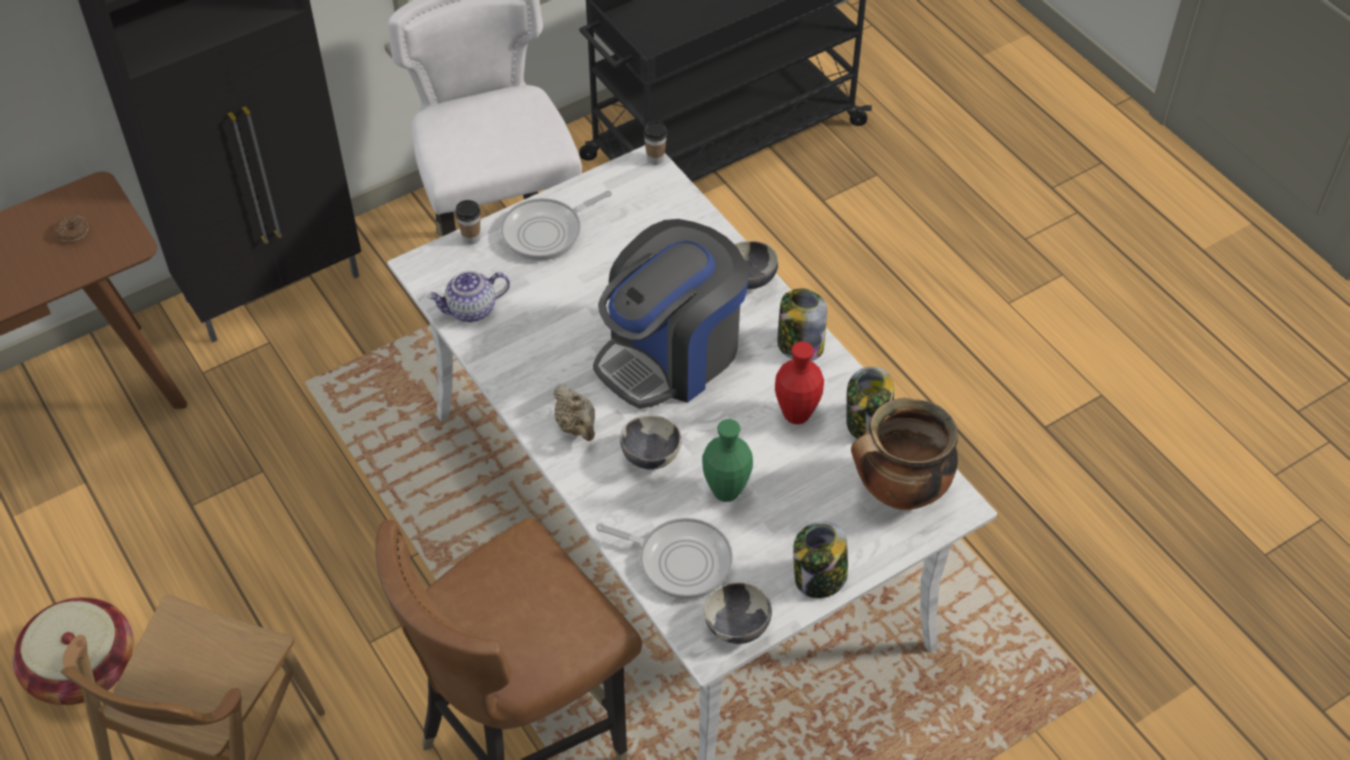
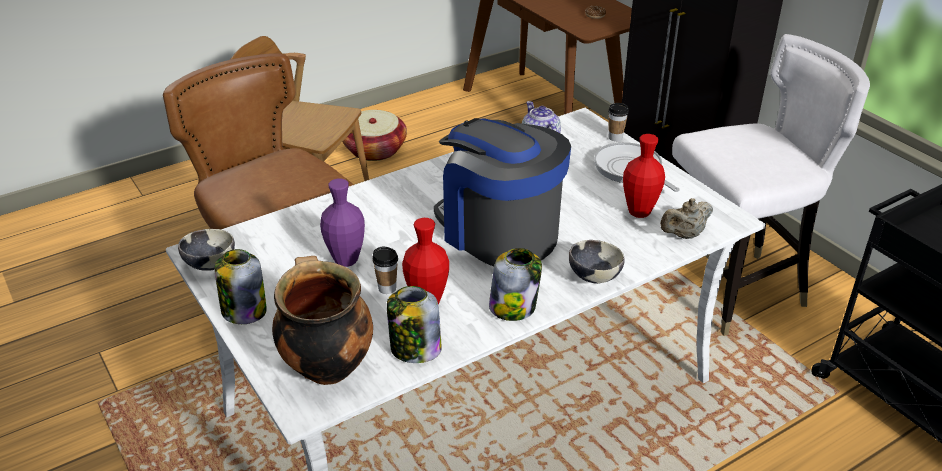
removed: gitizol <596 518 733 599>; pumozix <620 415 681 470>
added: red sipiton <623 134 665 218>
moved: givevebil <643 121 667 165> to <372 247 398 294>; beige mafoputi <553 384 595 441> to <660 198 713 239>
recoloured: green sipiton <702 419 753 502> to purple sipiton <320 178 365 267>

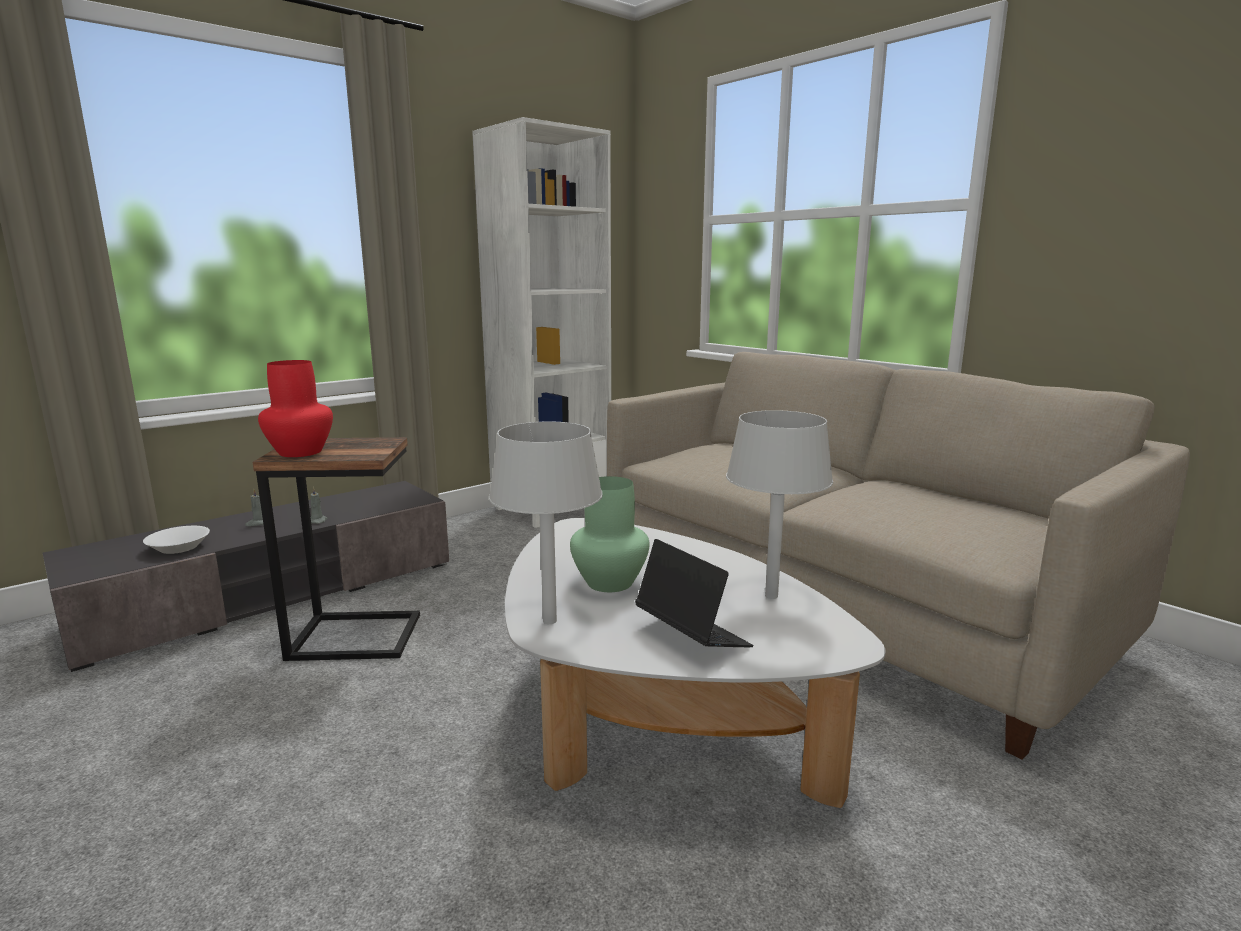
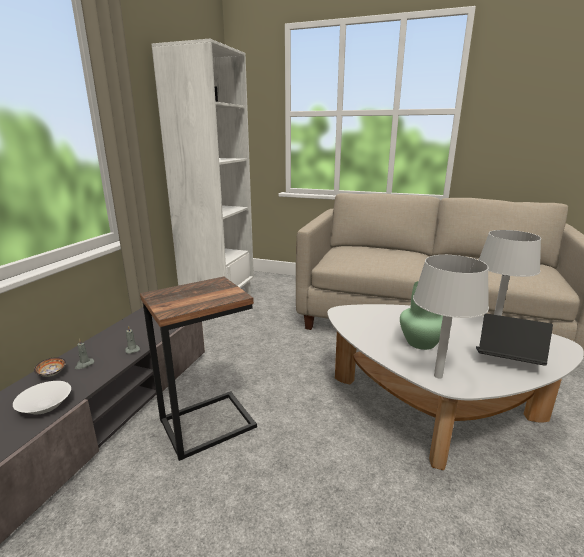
removed: red sipiton <258 360 333 457>
added: pumozix <34 357 66 377>

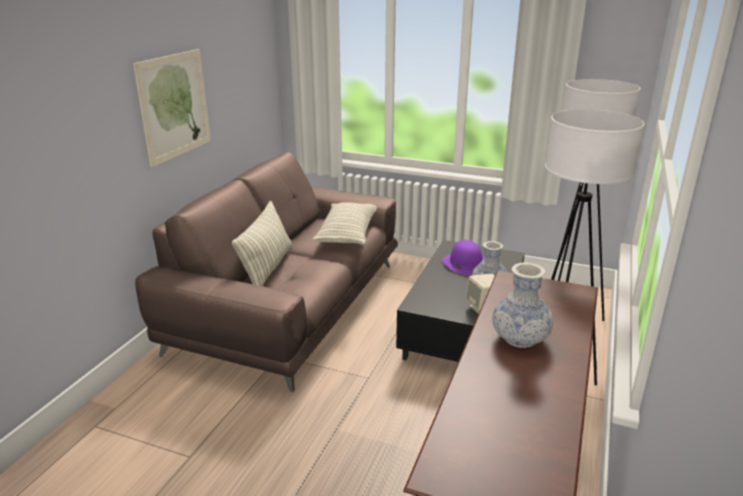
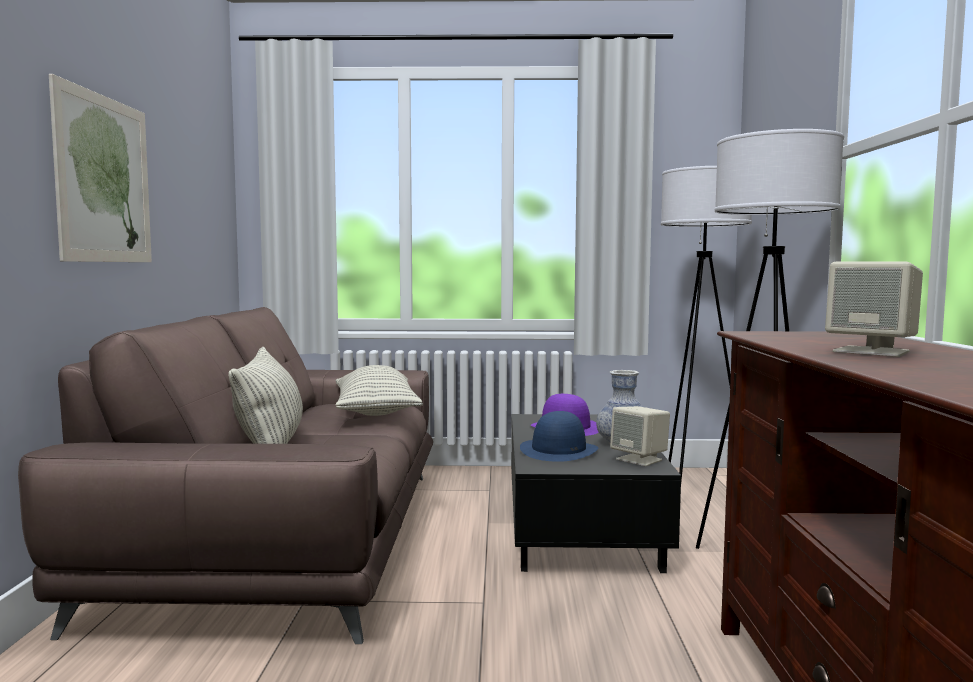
added: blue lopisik <520 411 598 462>
replaced: sipiton <493 262 553 348> to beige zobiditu <825 261 923 357>

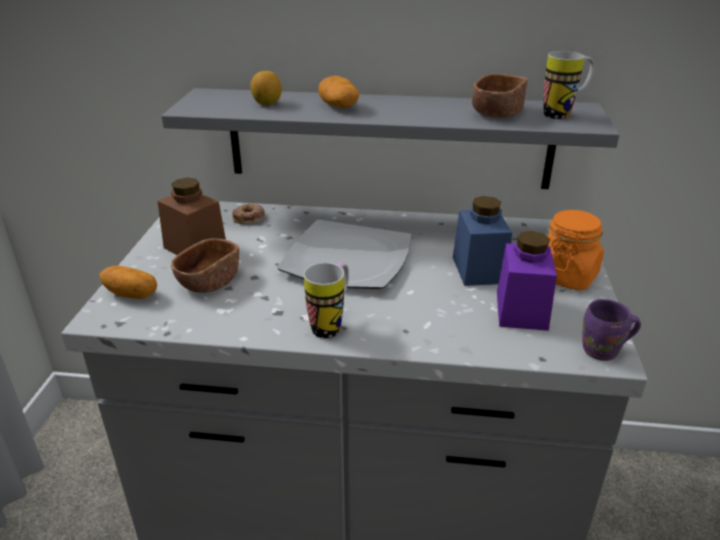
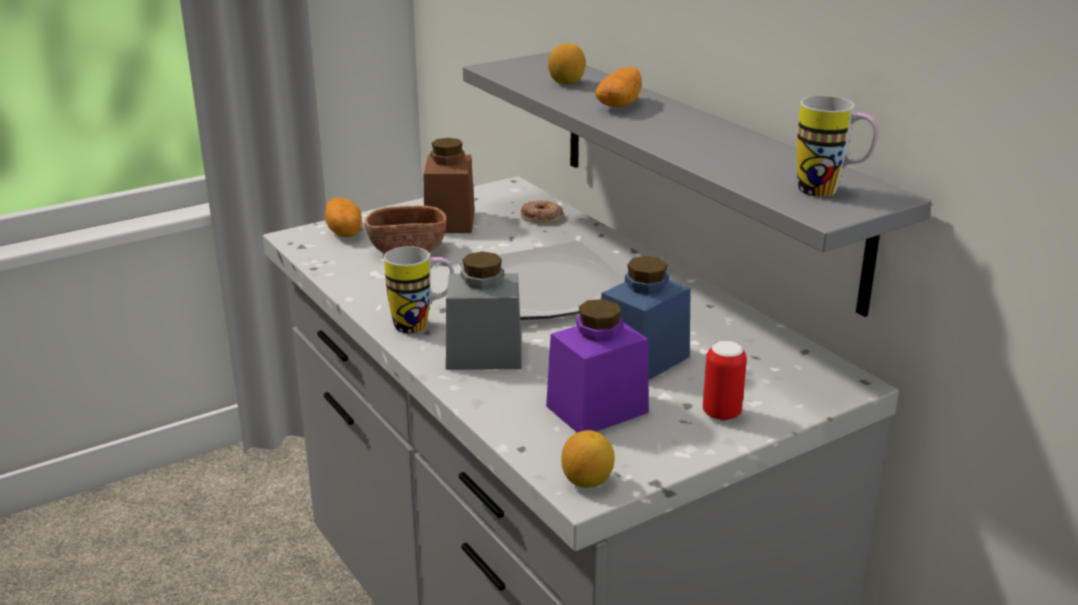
removed: brown pumozix <472 73 528 118>
added: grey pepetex <446 251 522 370>
replaced: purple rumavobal <582 299 641 361> to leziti <561 430 615 488>; orange pepetex <547 210 604 290> to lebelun <703 341 747 421>

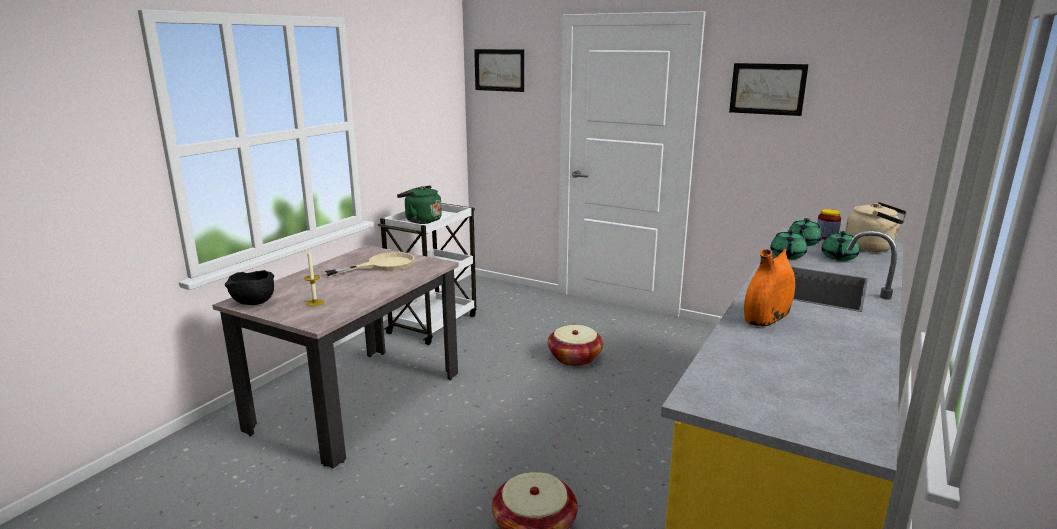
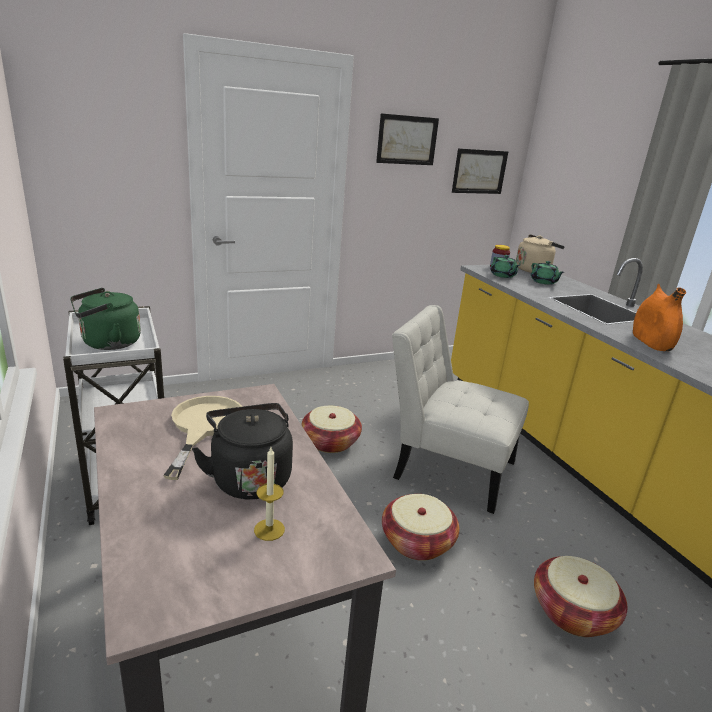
removed: black pumozix <225 270 274 305>; green mafoputi <770 229 807 259>
added: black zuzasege <192 403 293 500>; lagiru <382 494 459 561>; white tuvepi <392 305 529 514>
moved: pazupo <474 49 524 92> to <452 148 508 194>

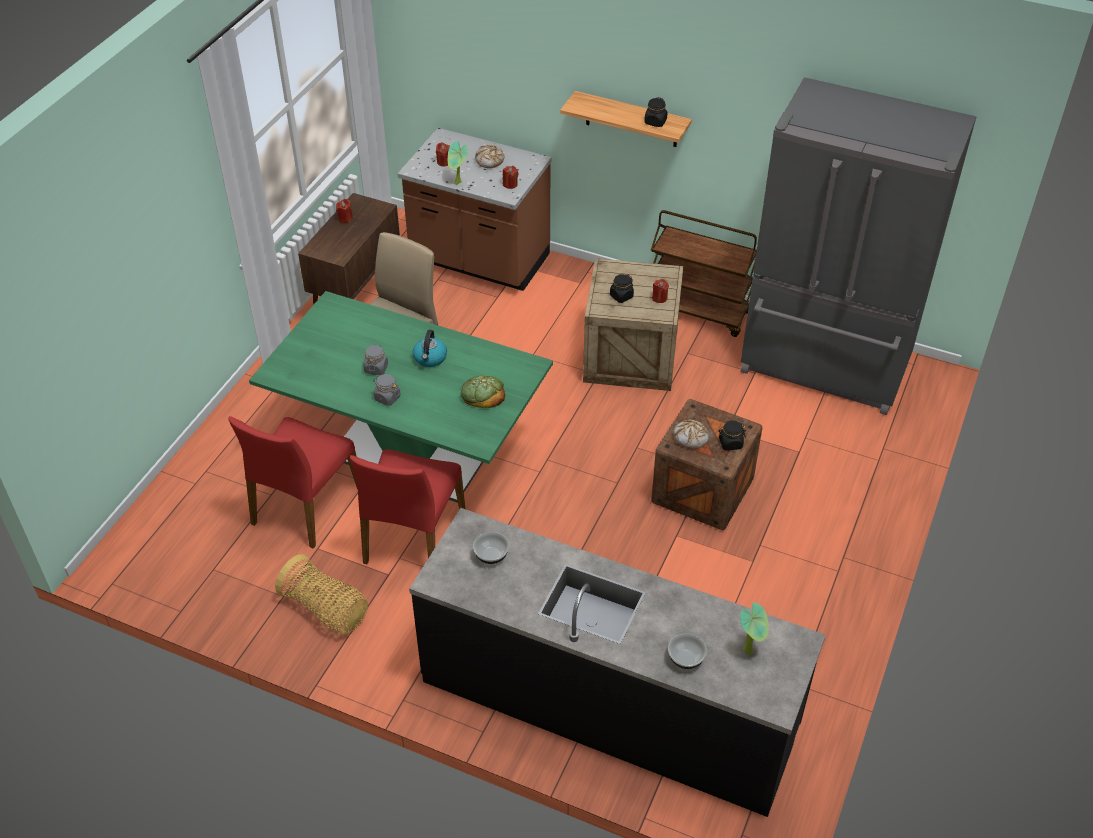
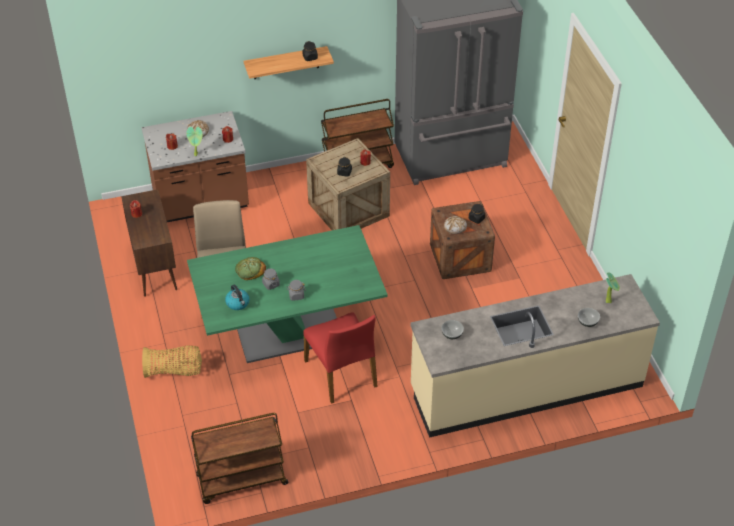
removed: red tuvepi <228 416 358 549>
added: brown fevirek <191 413 288 504>
moved: lagiru <275 554 368 635> to <142 345 202 378>; zuzasege <413 330 447 367> to <225 284 250 310>; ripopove <460 376 505 408> to <235 257 266 280>
recoloured: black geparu <409 508 826 817> to beige geparu <410 274 660 438>

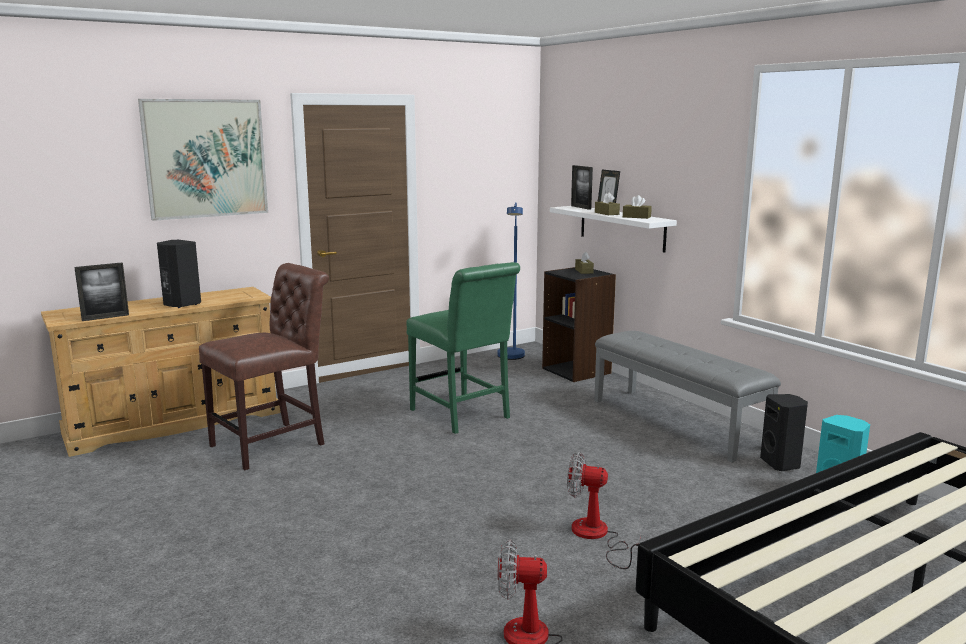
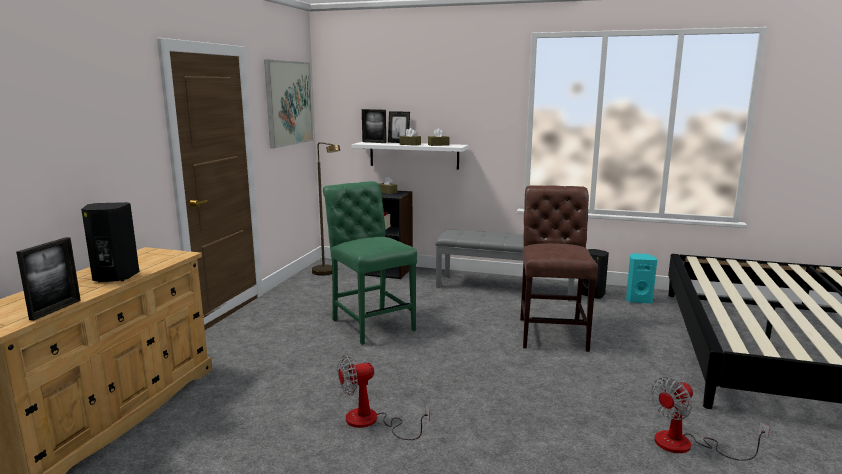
moved: pazupo <138 99 268 221> to <264 59 314 148>; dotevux <567 452 641 569> to <337 355 430 440>; brown tuvepi <199 263 329 470> to <520 186 598 352>
recoloured: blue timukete <497 202 525 360> to brown timukete <312 142 340 276>
turned: green tuvepi <406 262 520 434> = <323 181 417 345> 135 degrees counterclockwise

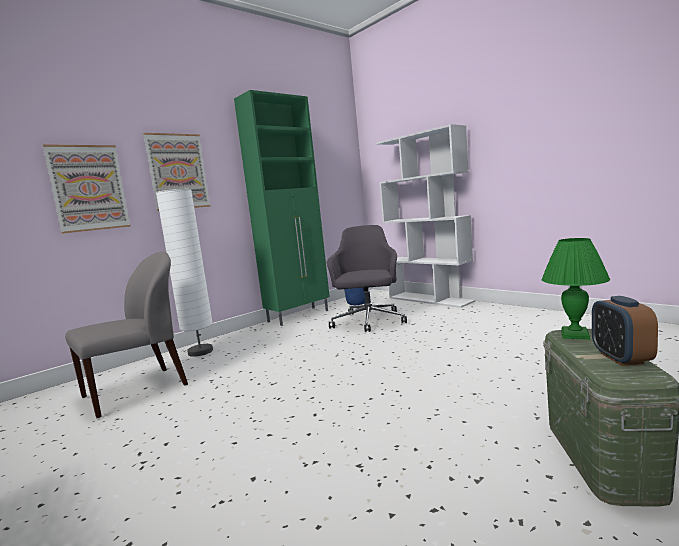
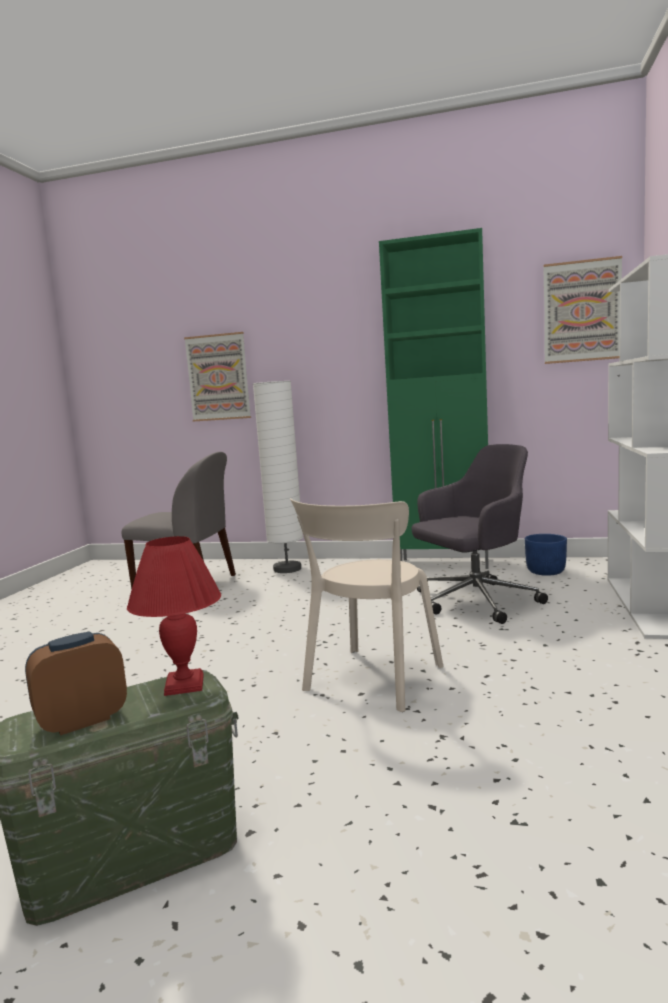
added: beige tuvepi <290 498 444 712>
moved: pazupo <143 133 211 211> to <544 256 622 364>
recoloured: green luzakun <541 238 610 340> to red luzakun <127 536 221 696>

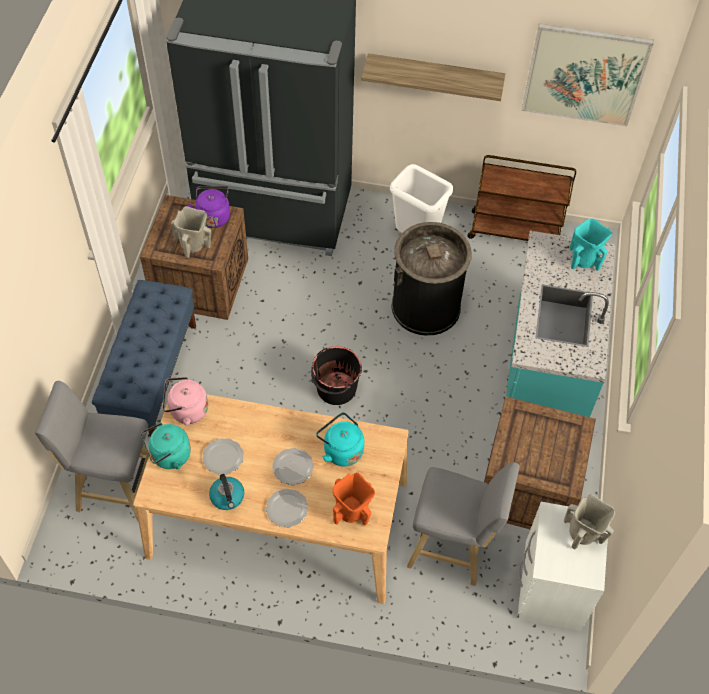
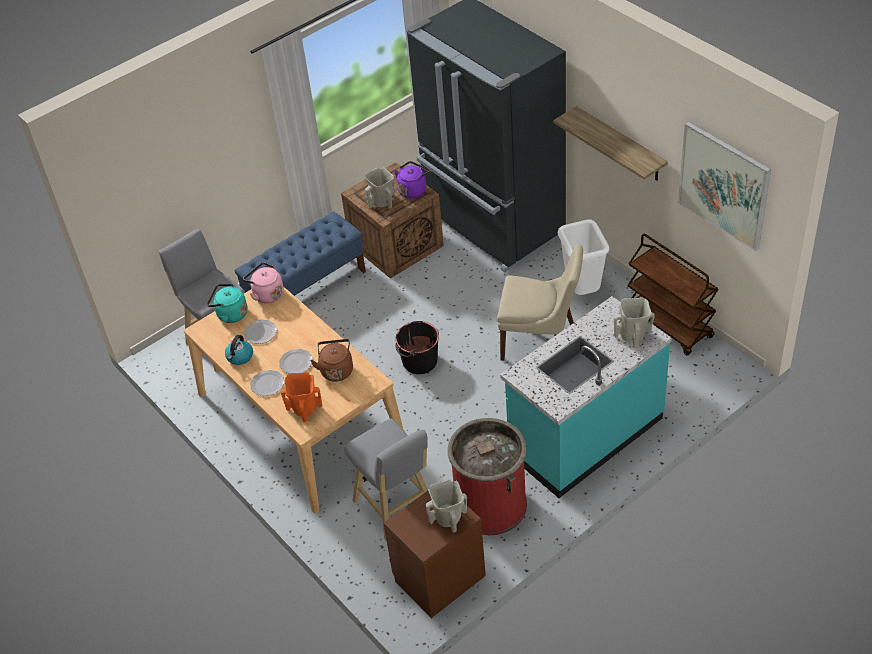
replaced: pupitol <484 397 596 529> to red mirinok <447 418 527 535>; black mirinok <391 222 472 336> to beige tuvepi <497 245 583 361>
recoloured: turquoise zuzasege <316 412 364 467> to brown zuzasege <310 339 353 382>; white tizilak <518 502 608 631> to brown tizilak <384 481 486 618>; turquoise sipiton <570 219 612 271> to beige sipiton <614 297 655 348>

